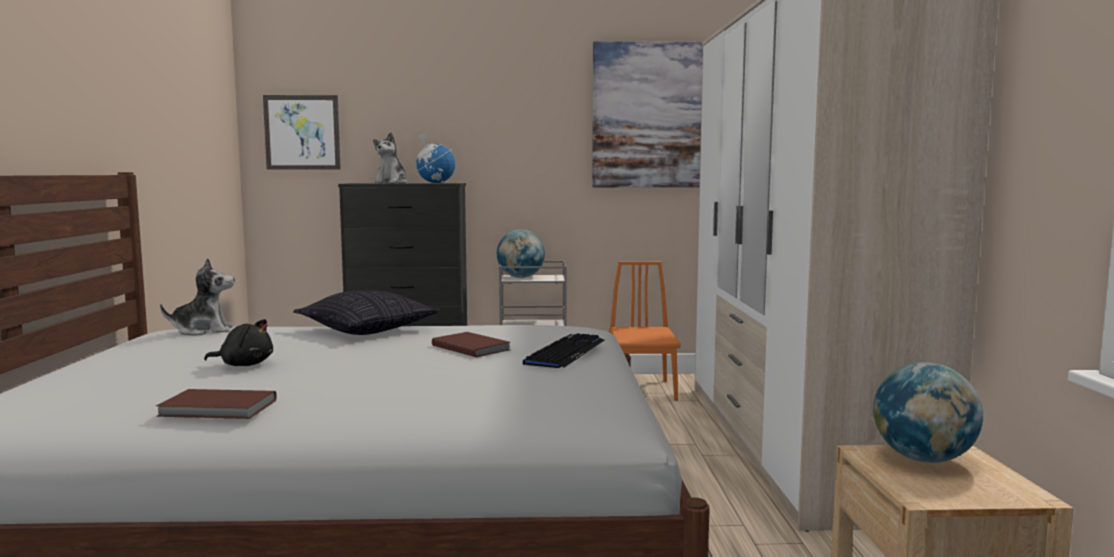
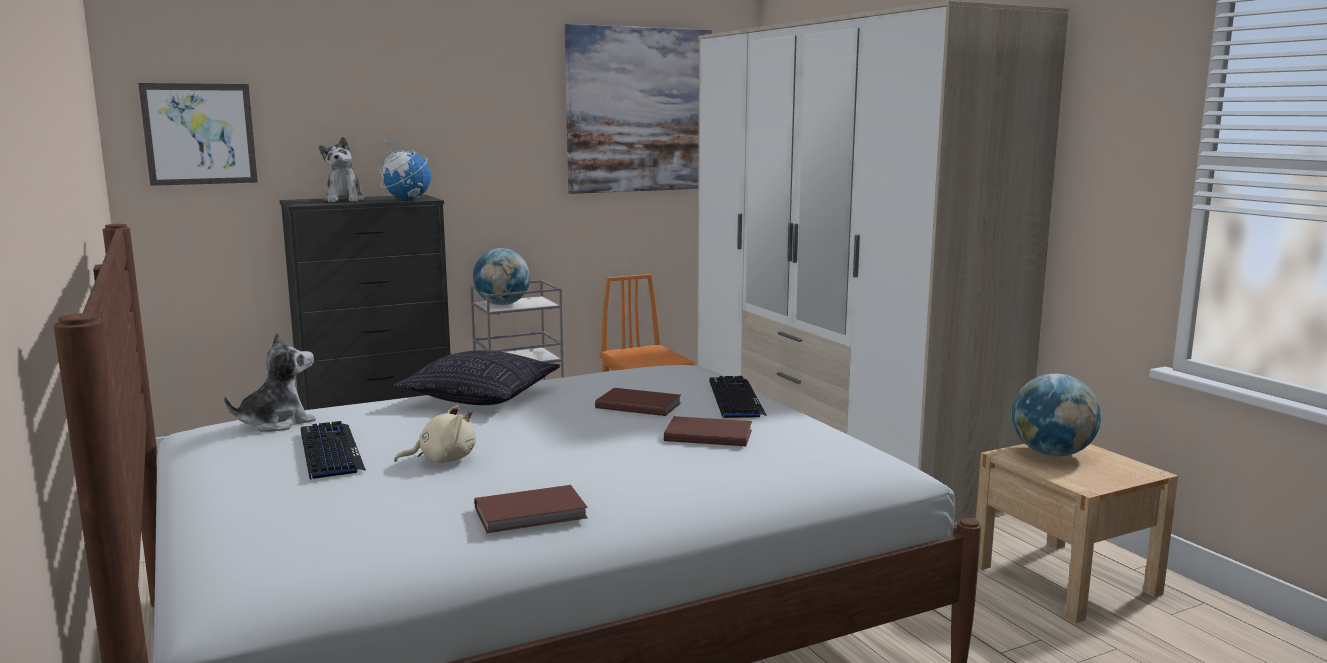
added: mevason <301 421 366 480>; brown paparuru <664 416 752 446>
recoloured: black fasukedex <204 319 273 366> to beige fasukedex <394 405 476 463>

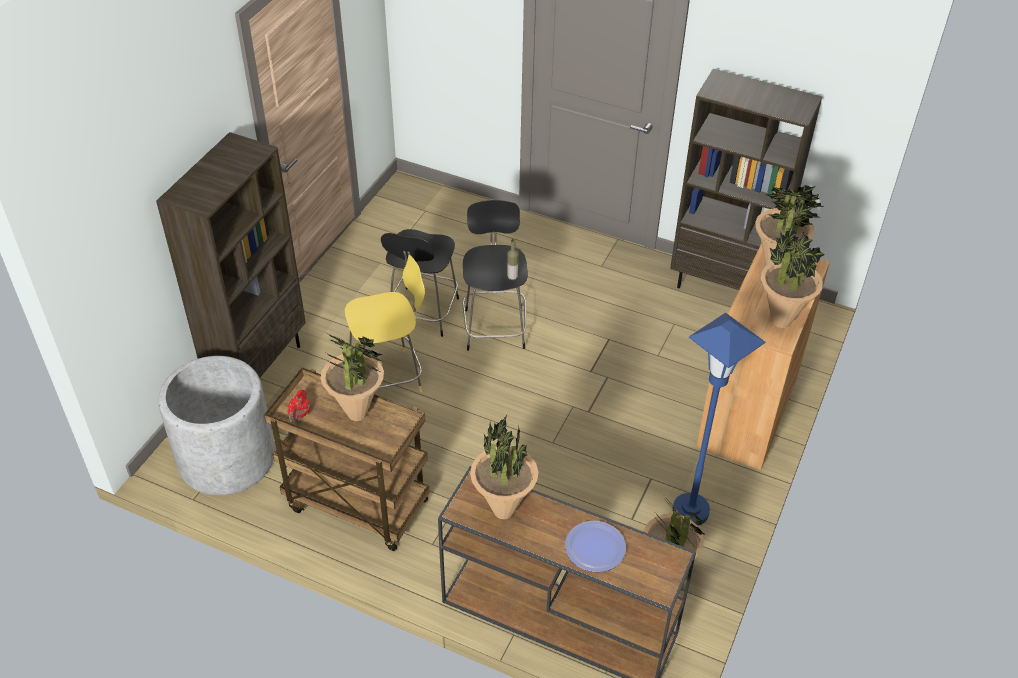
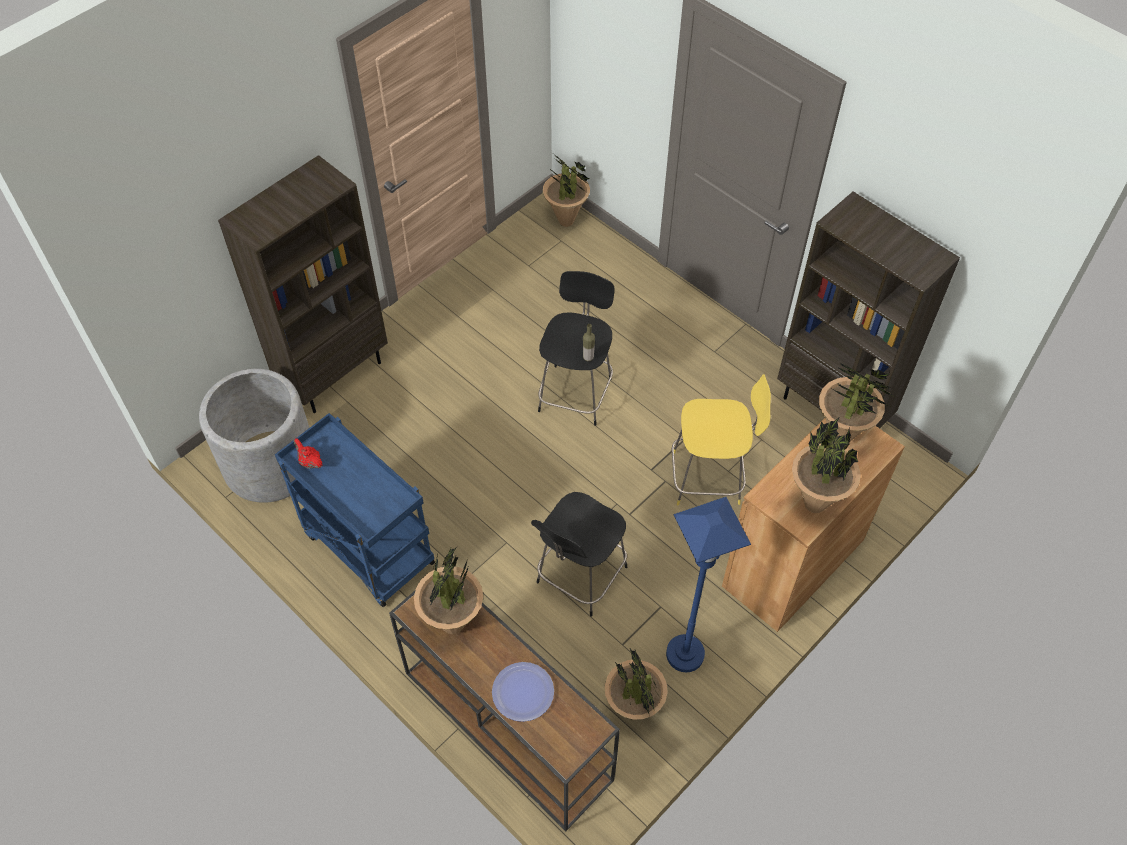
moved: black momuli <381 229 459 337> to <531 492 627 616>; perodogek <321 334 384 421> to <543 155 590 227>; yellow momuli <345 255 425 392> to <672 374 771 505>
recoloured: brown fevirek <264 368 430 551> to blue fevirek <275 413 435 607>
turned: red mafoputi <288 390 310 423> = <294 438 322 468> 105 degrees clockwise

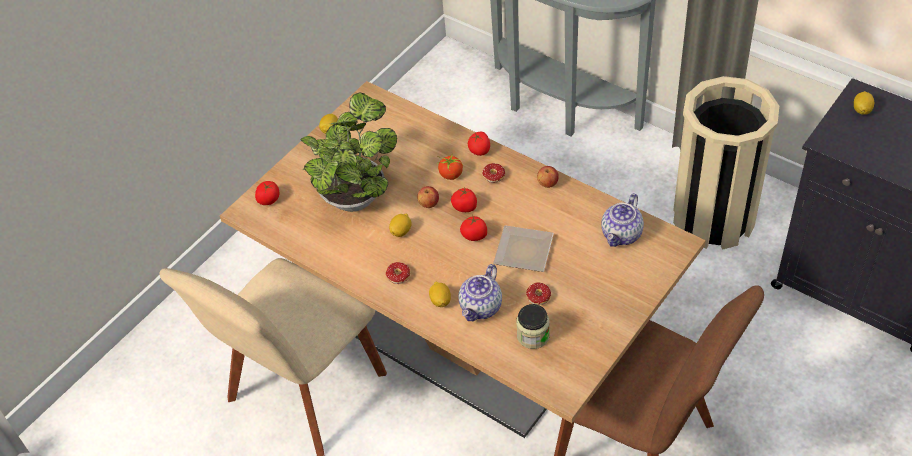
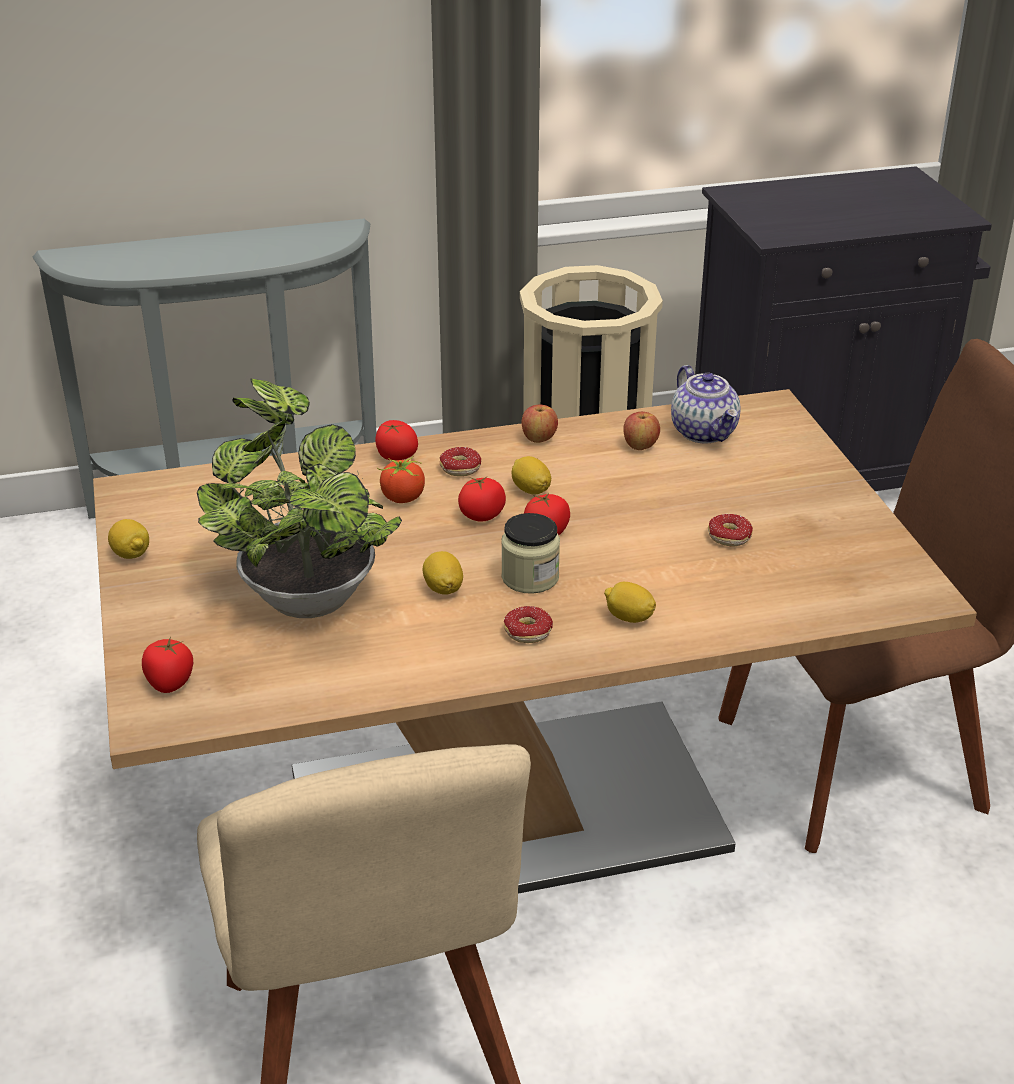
removed: mafoputi <458 264 502 321>; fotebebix <493 225 554 272>
moved: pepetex <516 304 550 349> to <501 513 560 594>; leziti <854 91 874 115> to <512 456 551 494>; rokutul <417 186 439 208> to <623 412 660 450>

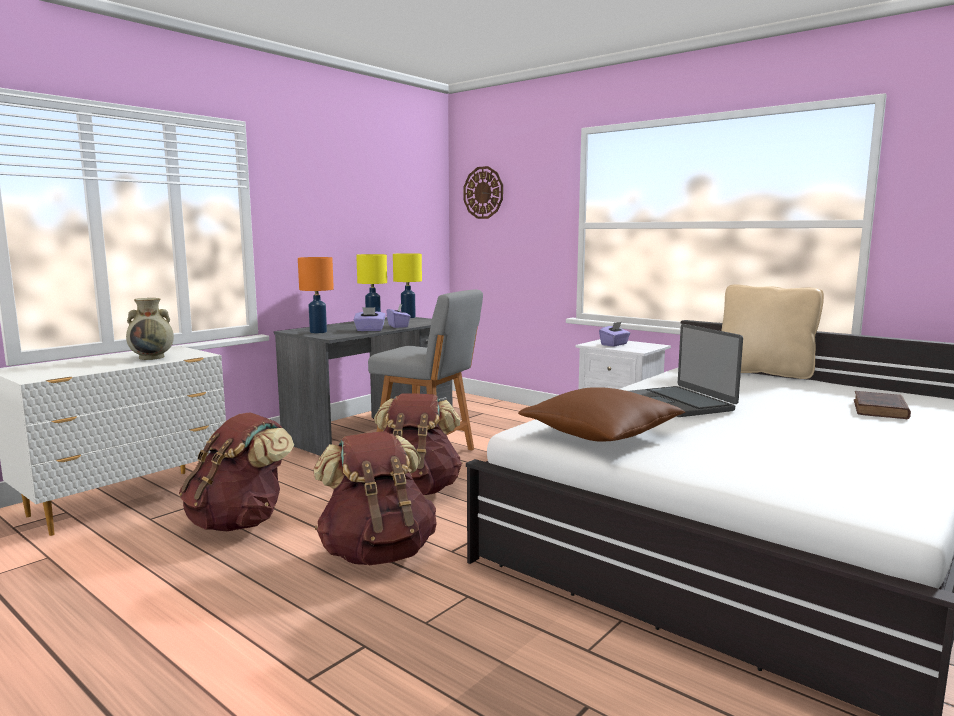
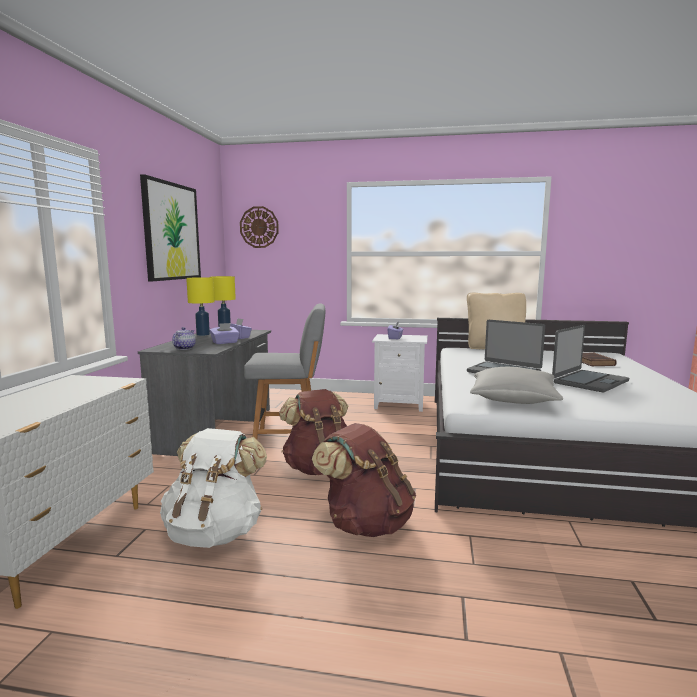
removed: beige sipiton <126 298 174 360>
added: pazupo <140 174 201 281>; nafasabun <552 325 629 392>
replaced: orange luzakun <298 257 334 333> to mafoputi <172 327 196 350>
recoloured: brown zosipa <179 412 294 532> to white zosipa <160 428 267 548>; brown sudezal <518 387 685 442> to grey sudezal <470 367 563 404>

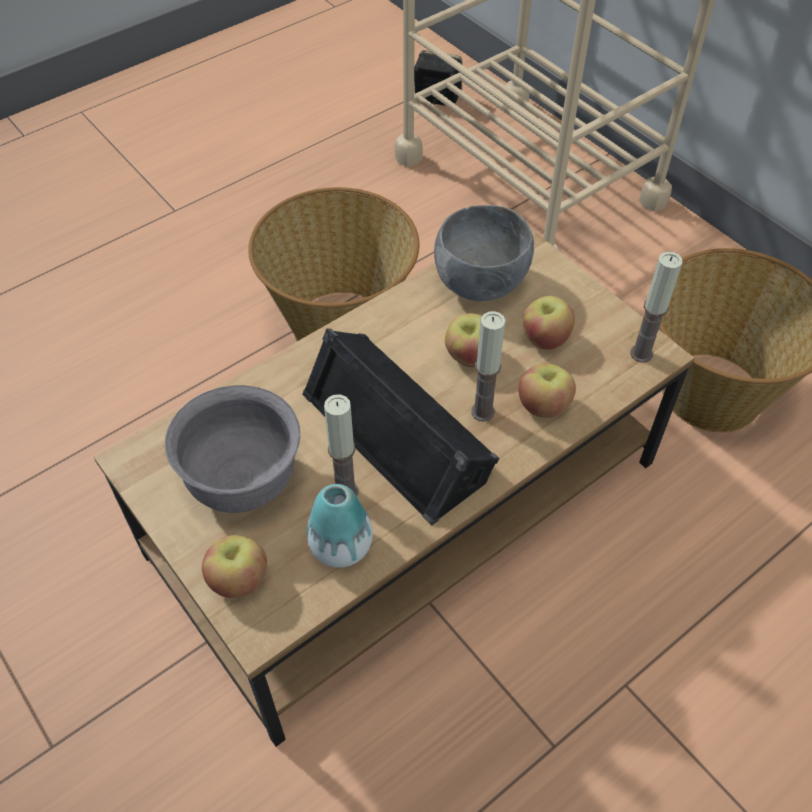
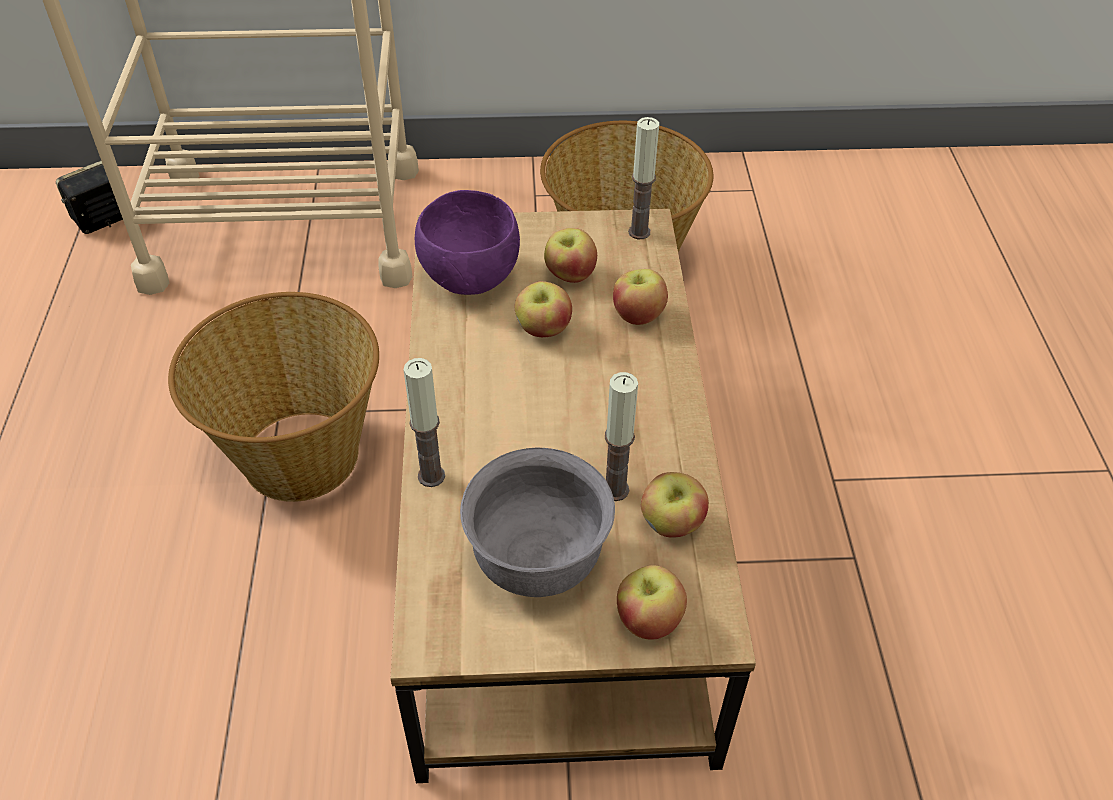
removed: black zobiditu <302 328 499 526>
moved: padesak <471 311 506 422> to <404 358 445 487>
replaced: sipiton <307 484 373 568> to rokutul <641 472 709 538>
recoloured: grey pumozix <434 205 534 301> to purple pumozix <415 190 520 295>

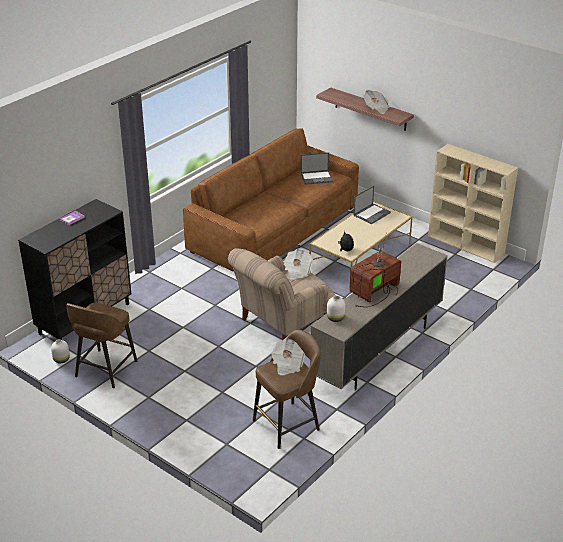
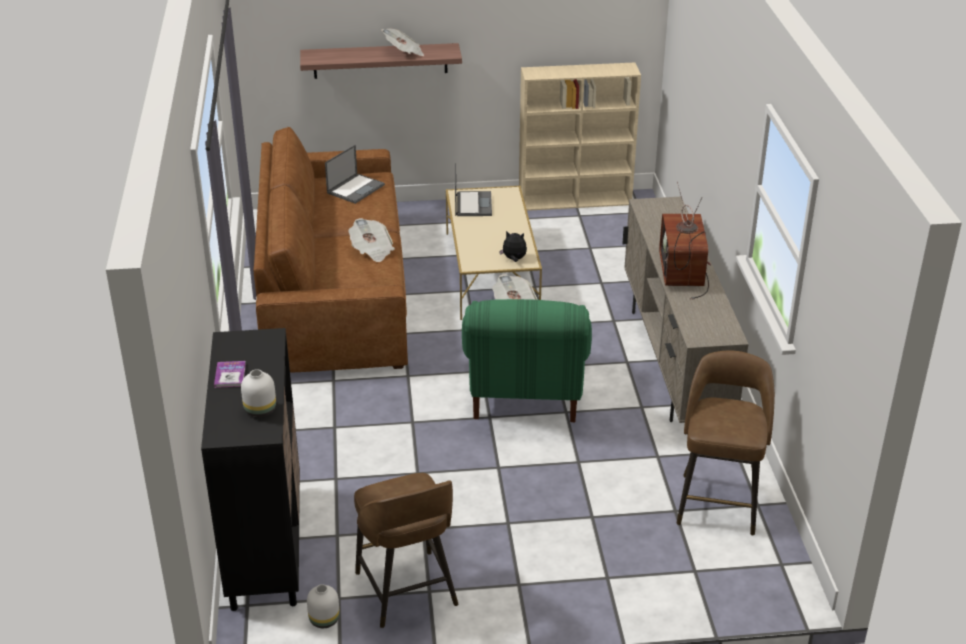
moved: white sipiton <327 296 345 322> to <241 369 276 417>; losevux <271 337 305 375> to <348 218 395 262>
recoloured: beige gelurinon <228 248 336 340> to green gelurinon <462 299 592 422>

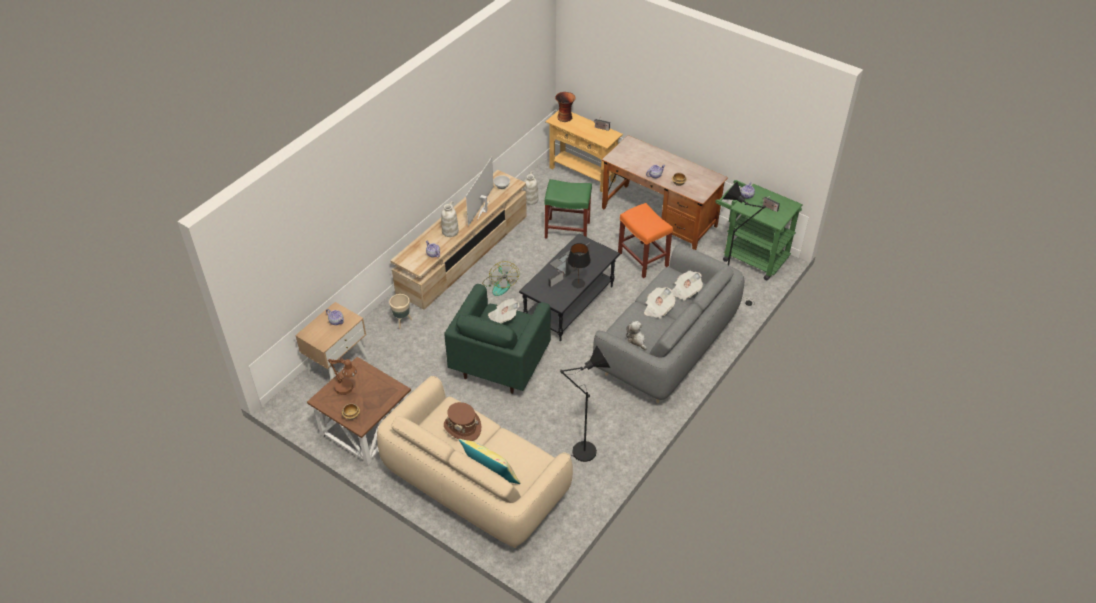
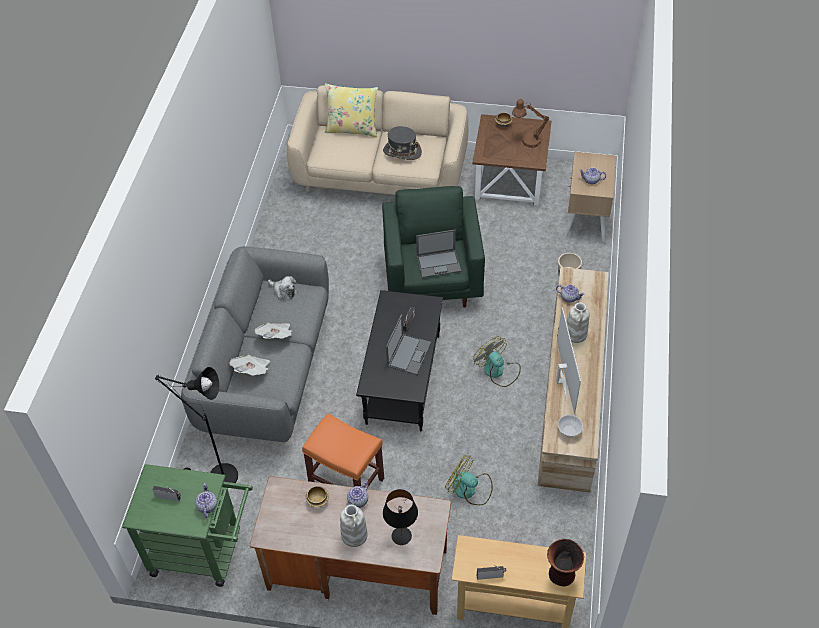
removed: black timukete <560 345 610 462>
moved: white sipiton <523 171 538 205> to <340 505 368 547>; black luzakun <568 243 591 288> to <383 489 418 545>
replaced: losevux <488 298 519 323> to nafasabun <416 230 461 278>; green momuli <544 179 592 238> to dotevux <445 455 493 505>
recoloured: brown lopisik <444 402 481 441> to grey lopisik <383 126 422 160>

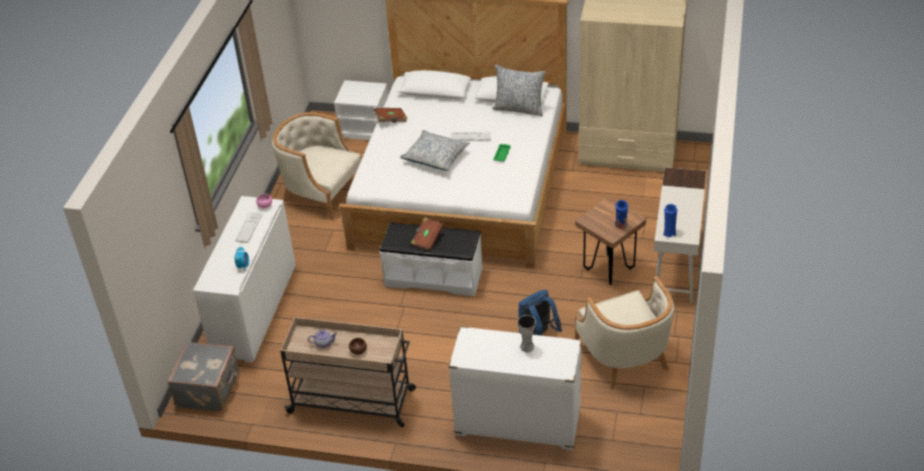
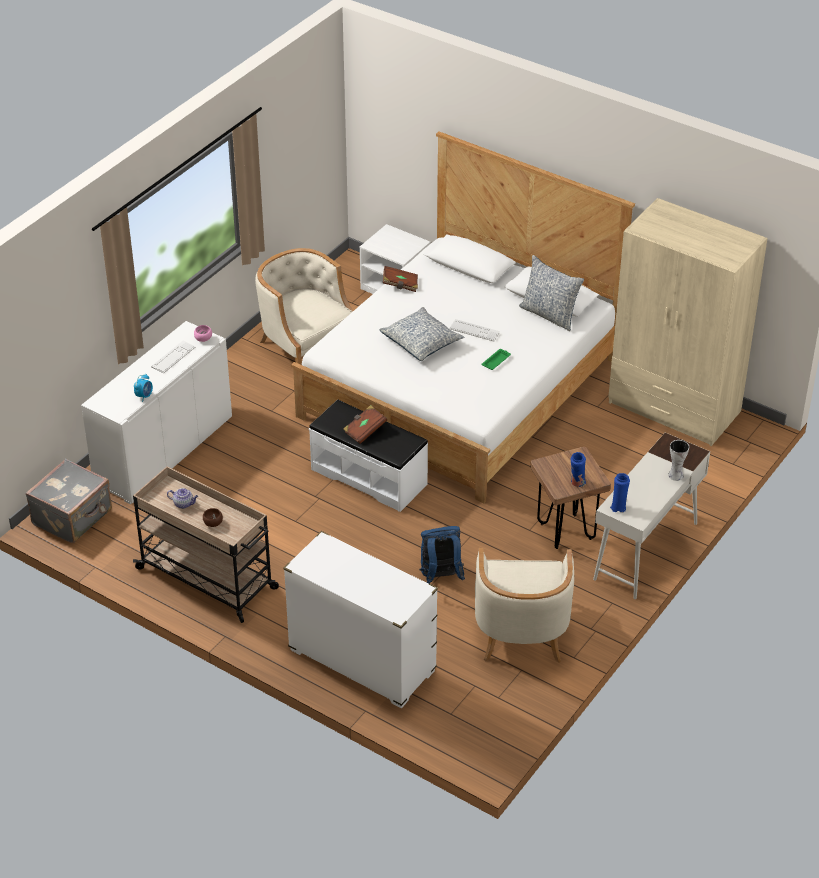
moved: sipiton <518 315 536 352> to <668 440 689 481>

